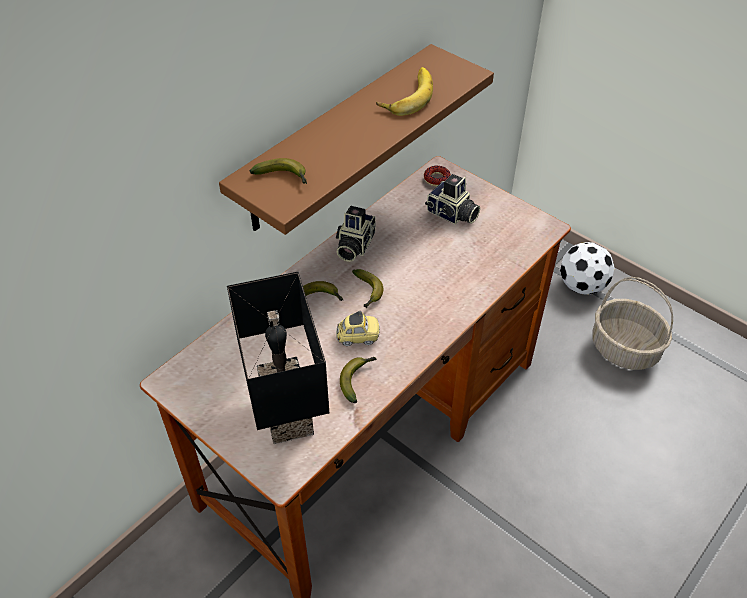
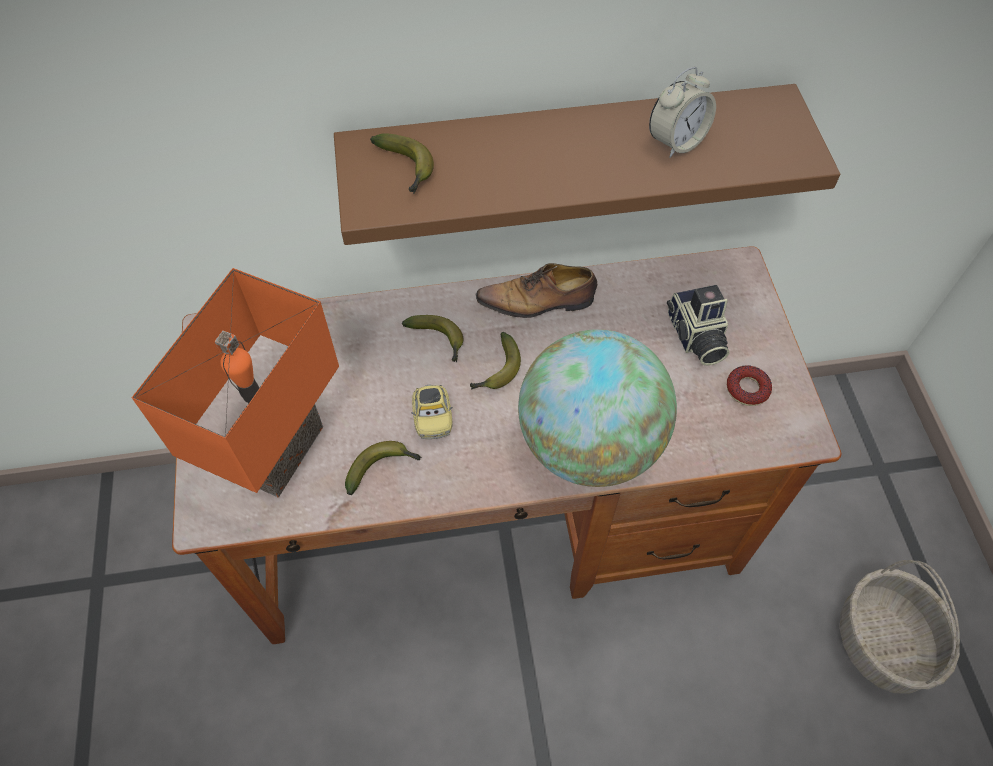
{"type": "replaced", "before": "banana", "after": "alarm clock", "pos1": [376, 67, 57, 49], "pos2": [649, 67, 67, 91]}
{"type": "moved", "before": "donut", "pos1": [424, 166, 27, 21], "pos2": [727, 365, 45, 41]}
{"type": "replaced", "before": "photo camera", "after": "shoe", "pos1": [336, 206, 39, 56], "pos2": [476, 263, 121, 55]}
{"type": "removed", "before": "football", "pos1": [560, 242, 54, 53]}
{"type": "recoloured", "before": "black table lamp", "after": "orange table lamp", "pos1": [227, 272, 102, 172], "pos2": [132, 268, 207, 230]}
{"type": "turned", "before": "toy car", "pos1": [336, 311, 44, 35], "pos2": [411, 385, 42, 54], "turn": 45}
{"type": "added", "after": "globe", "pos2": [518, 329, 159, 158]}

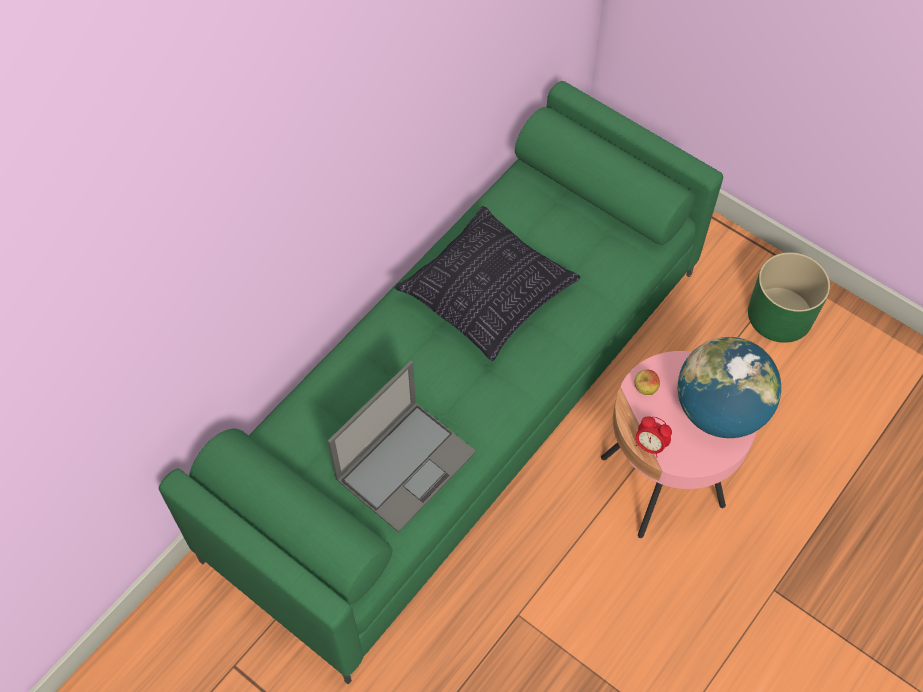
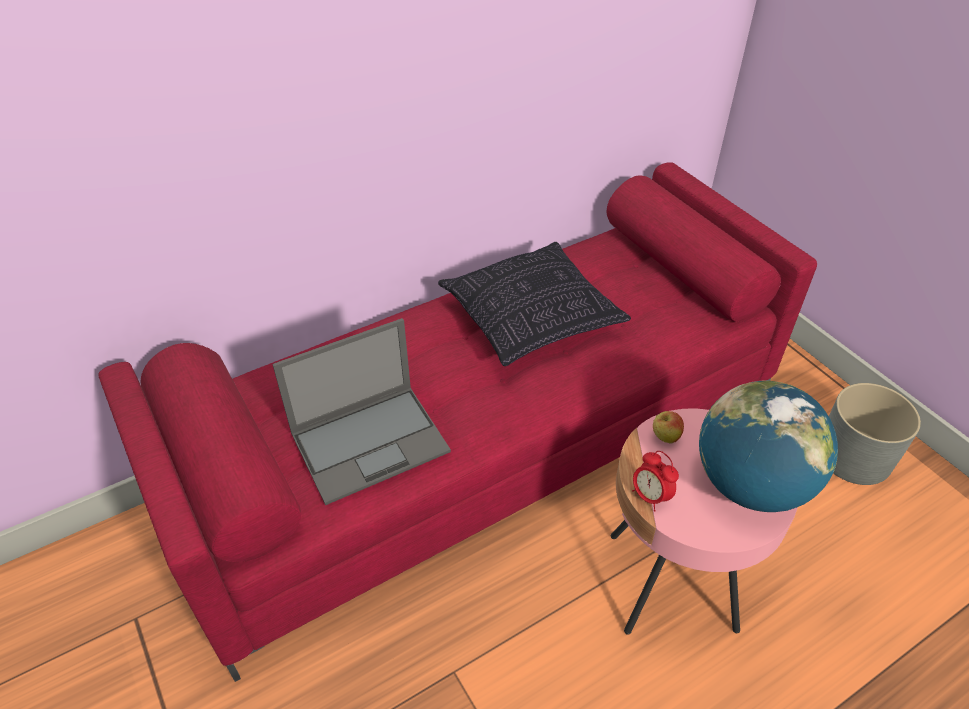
{"type": "recoloured", "before": "green sofa", "after": "red sofa", "pos1": [159, 81, 564, 604], "pos2": [98, 162, 719, 520]}
{"type": "recoloured", "before": "green planter", "after": "grey planter", "pos1": [748, 252, 82, 91], "pos2": [829, 383, 92, 102]}

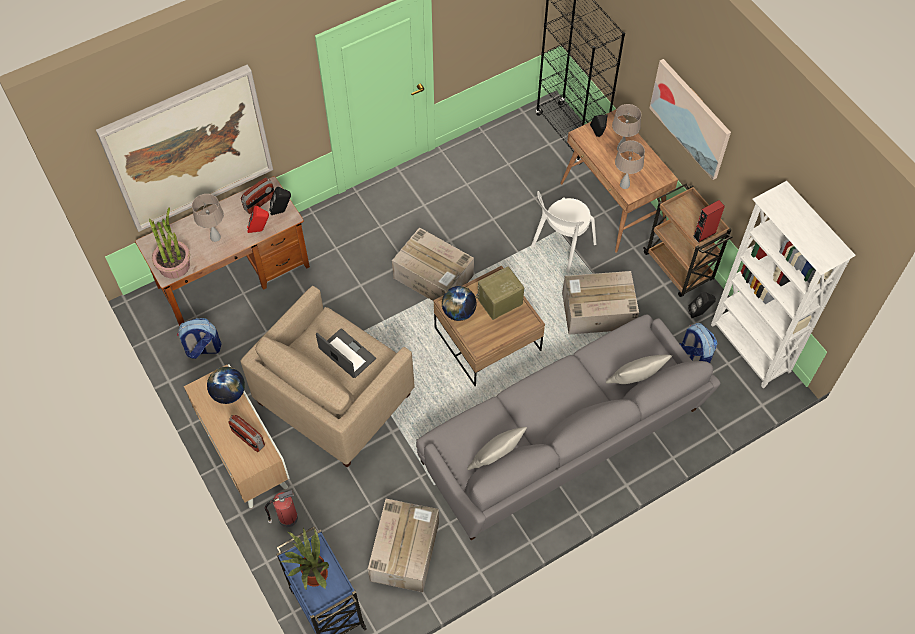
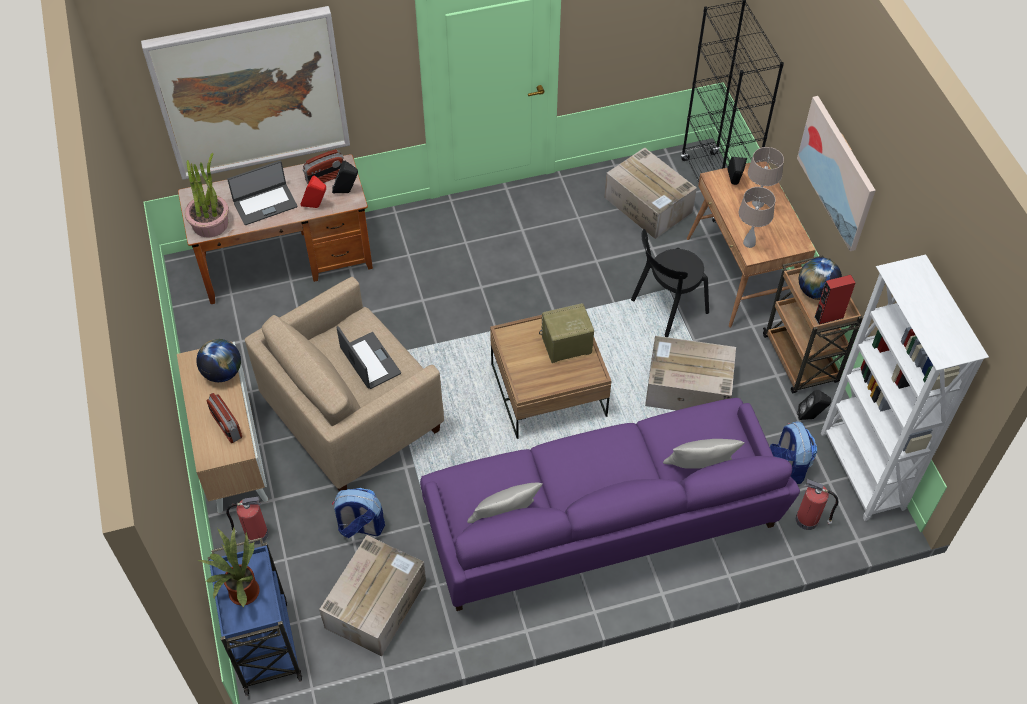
{"type": "recoloured", "before": "white chair", "after": "black chair", "pos1": [531, 191, 65, 82], "pos2": [631, 229, 78, 108]}
{"type": "replaced", "before": "beige table lamp", "after": "laptop", "pos1": [192, 194, 32, 48], "pos2": [227, 161, 71, 64]}
{"type": "moved", "before": "cardboard box", "pos1": [392, 227, 82, 74], "pos2": [604, 147, 93, 92]}
{"type": "moved", "before": "globe", "pos1": [442, 286, 35, 35], "pos2": [799, 257, 43, 43]}
{"type": "recoloured", "before": "grey sofa", "after": "purple sofa", "pos1": [416, 315, 305, 225], "pos2": [420, 398, 380, 213]}
{"type": "moved", "before": "backpack", "pos1": [177, 318, 45, 41], "pos2": [332, 488, 53, 50]}
{"type": "added", "after": "fire extinguisher", "pos2": [796, 479, 42, 51]}

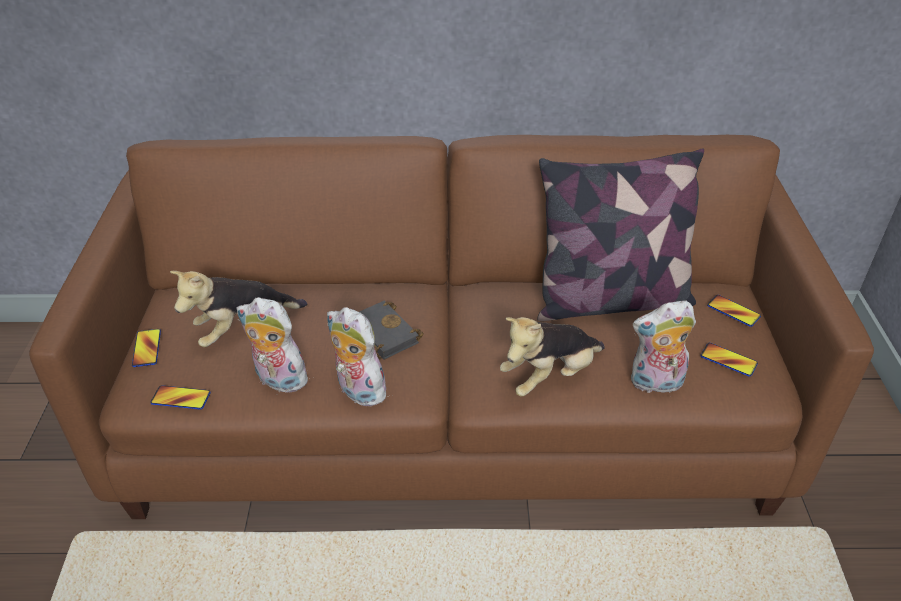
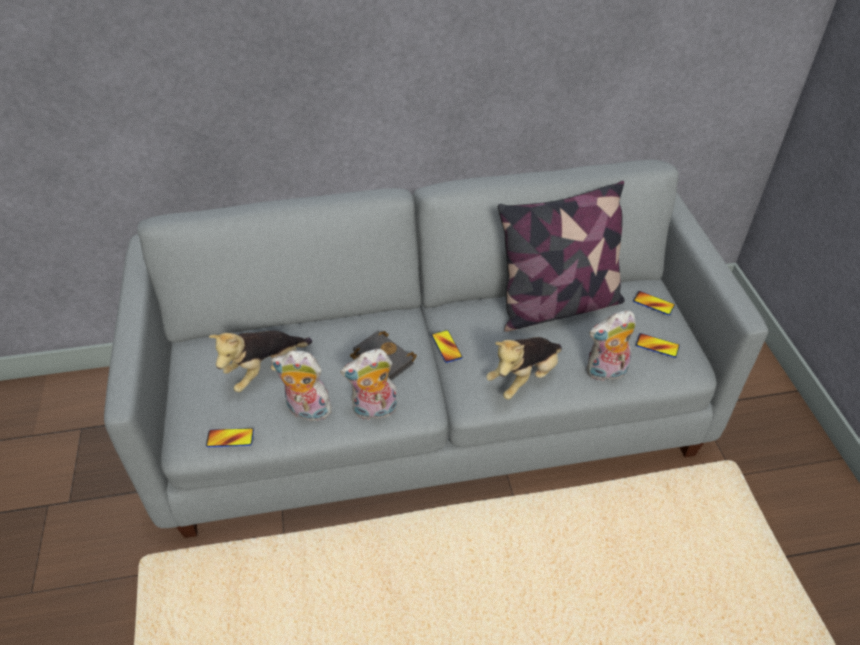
{"type": "recoloured", "before": "brown sofa", "after": "grey sofa", "pos1": [29, 135, 845, 384], "pos2": [104, 160, 664, 378]}
{"type": "turned", "before": "plush toy", "pos1": [327, 307, 65, 100], "pos2": [340, 349, 58, 71], "turn": -45}
{"type": "moved", "before": "phone", "pos1": [132, 329, 29, 38], "pos2": [432, 330, 30, 33]}

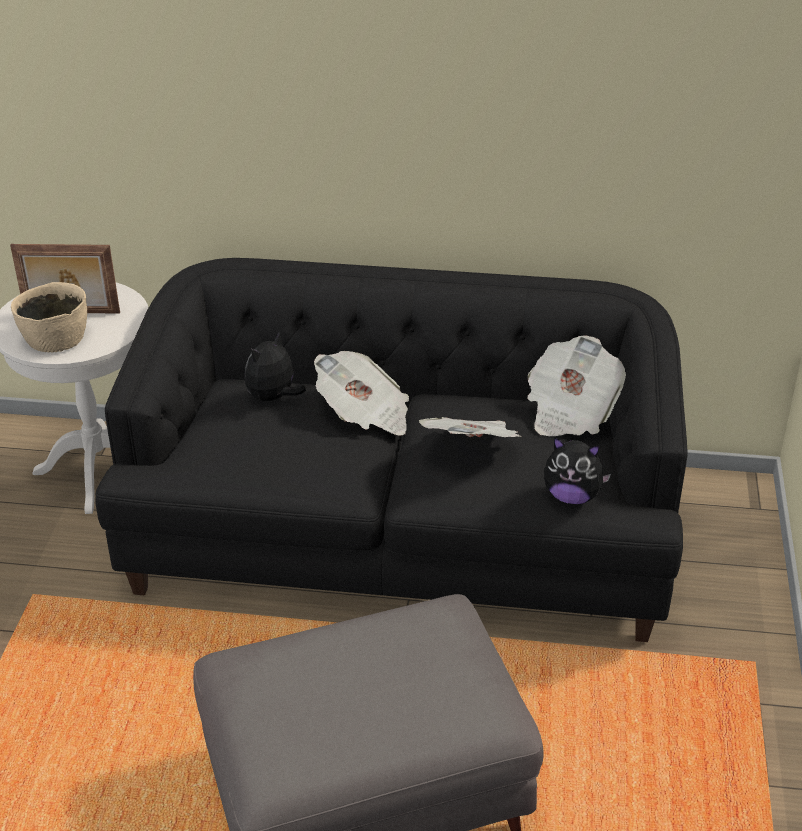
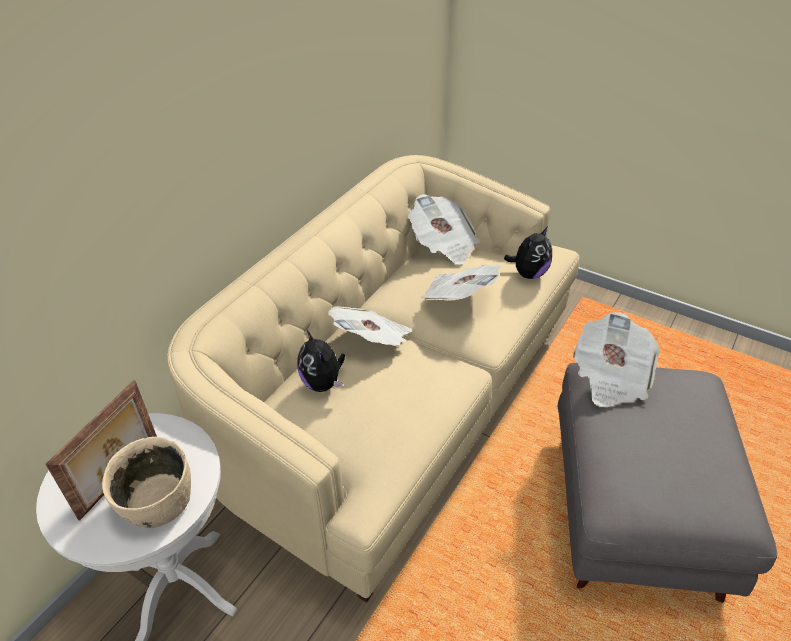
{"type": "recoloured", "before": "black sofa", "after": "beige sofa", "pos1": [95, 258, 593, 384], "pos2": [167, 155, 412, 448]}
{"type": "added", "after": "newspaper", "pos2": [573, 312, 87, 95]}

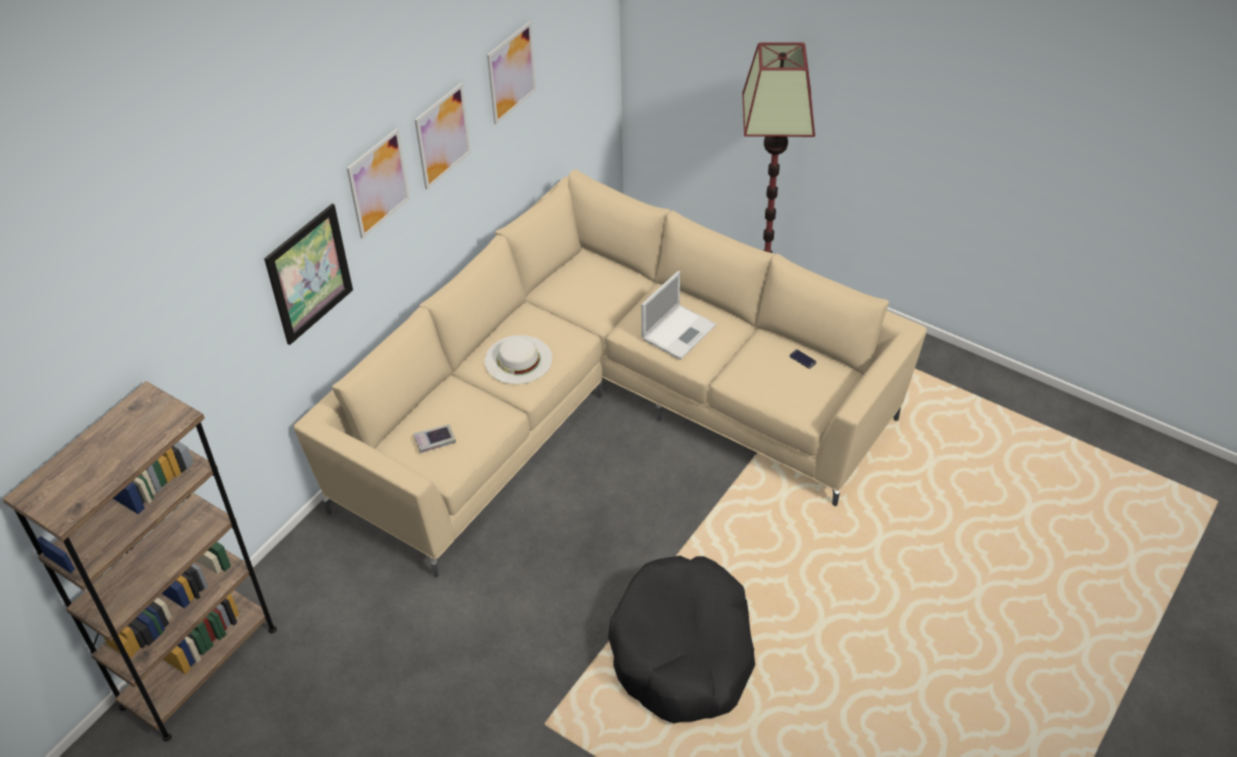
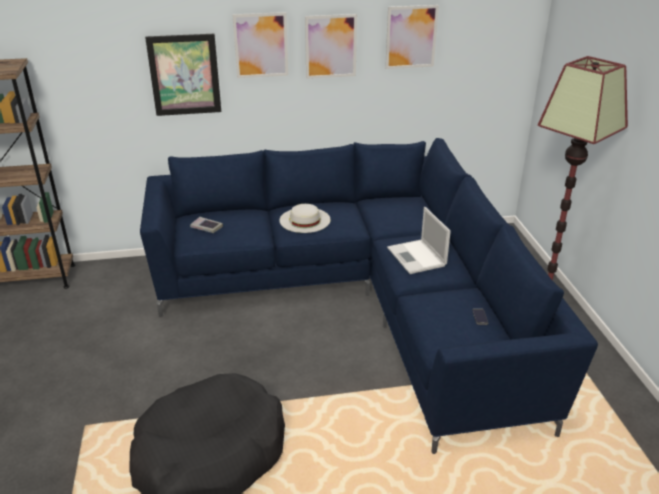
{"type": "recoloured", "before": "beige sofa", "after": "blue sofa", "pos1": [294, 170, 633, 407], "pos2": [140, 138, 458, 316]}
{"type": "turned", "before": "laptop", "pos1": [641, 271, 76, 89], "pos2": [387, 207, 64, 67], "turn": 75}

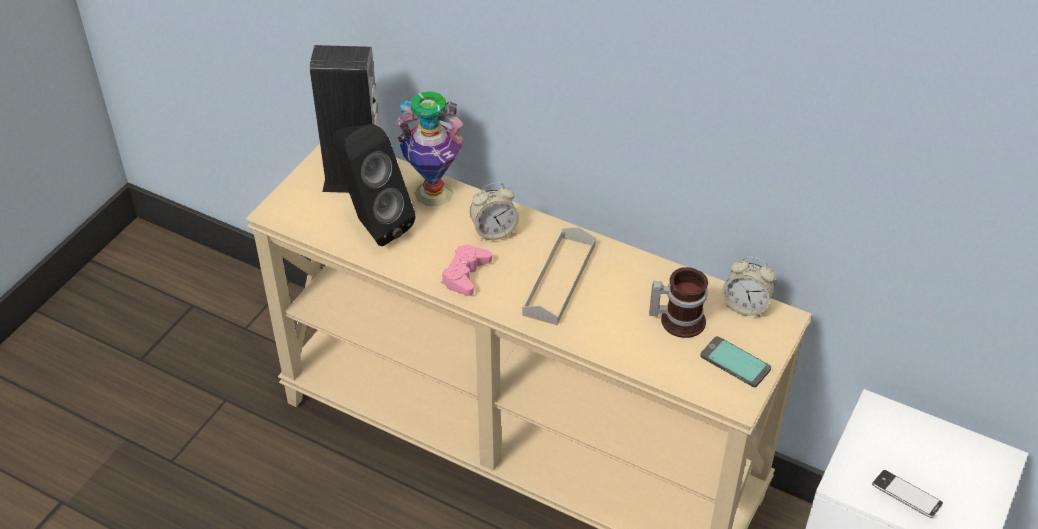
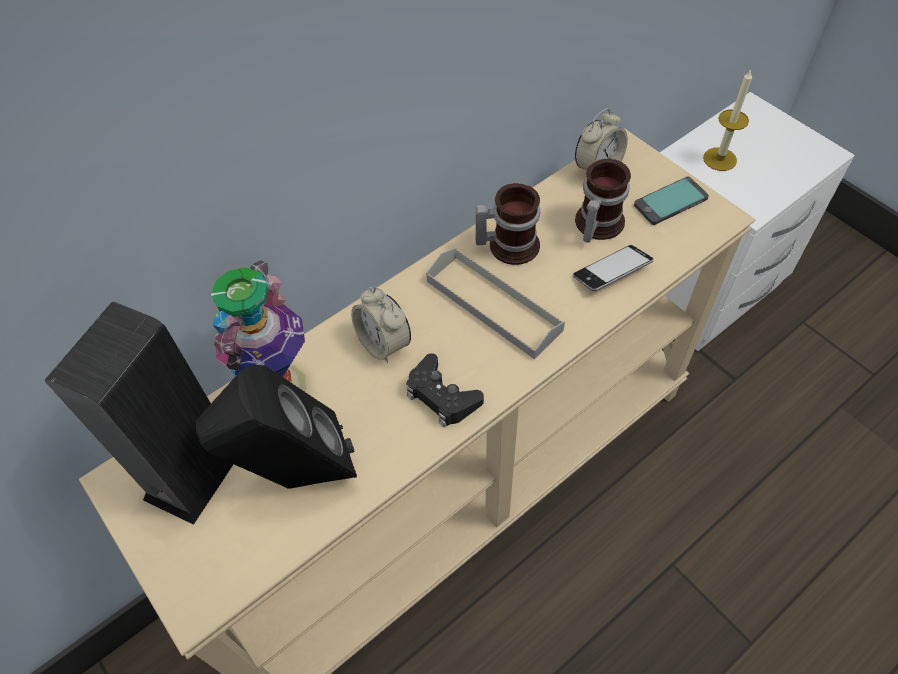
{"type": "turned", "before": "alarm clock", "pos1": [470, 183, 49, 58], "pos2": [351, 287, 60, 76], "turn": 135}
{"type": "recoloured", "before": "pink game controller", "after": "black game controller", "pos1": [442, 245, 50, 51], "pos2": [406, 353, 78, 74]}
{"type": "moved", "before": "phone", "pos1": [872, 470, 71, 48], "pos2": [573, 245, 80, 46]}
{"type": "added", "after": "candle", "pos2": [703, 70, 49, 101]}
{"type": "added", "after": "mug", "pos2": [475, 183, 65, 82]}

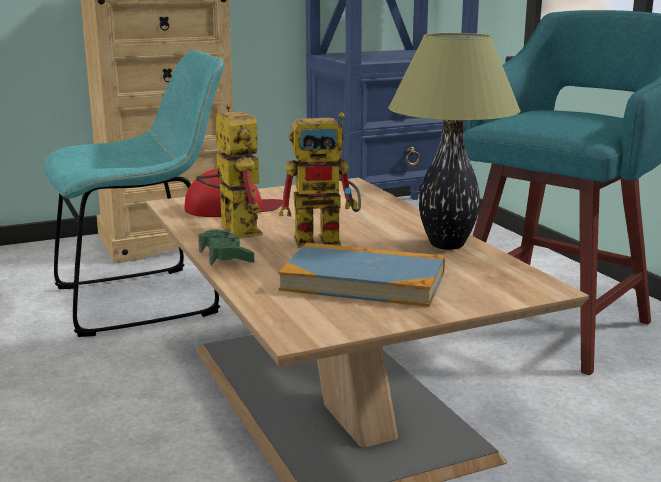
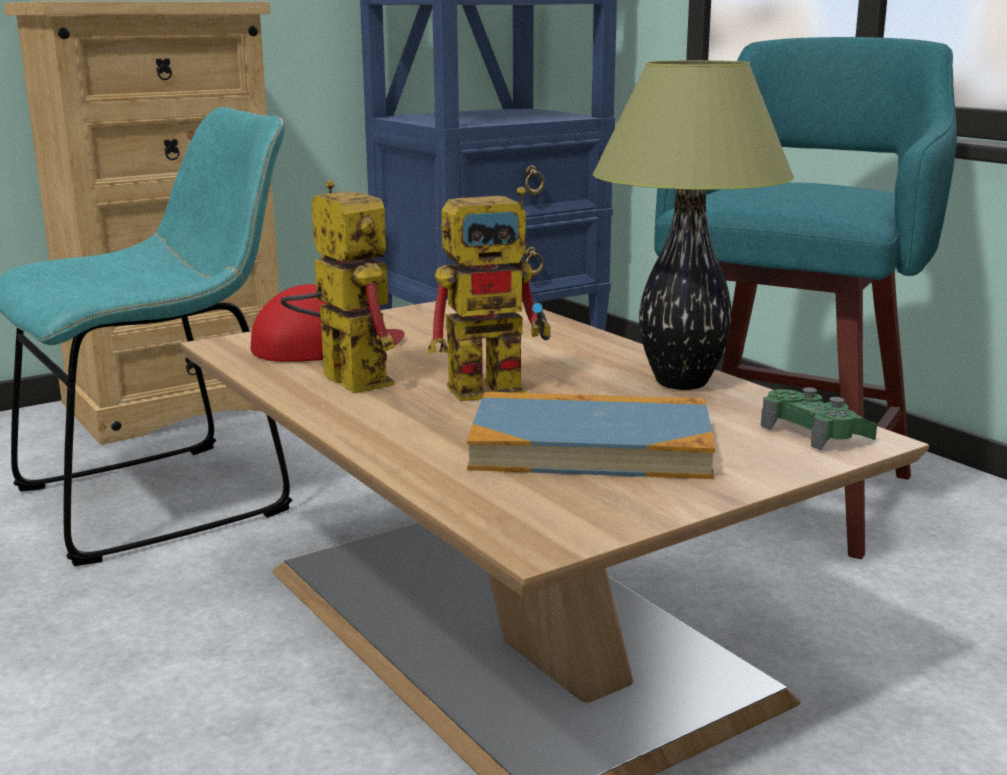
{"type": "moved", "before": "green game controller", "pos1": [199, 229, 55, 37], "pos2": [761, 387, 116, 63]}

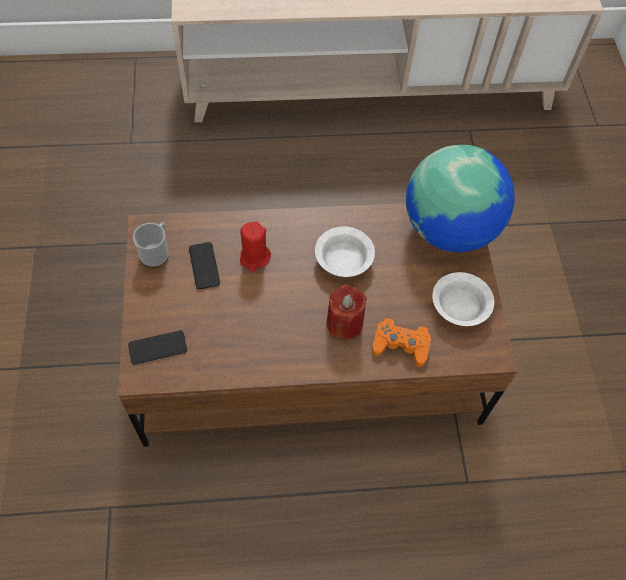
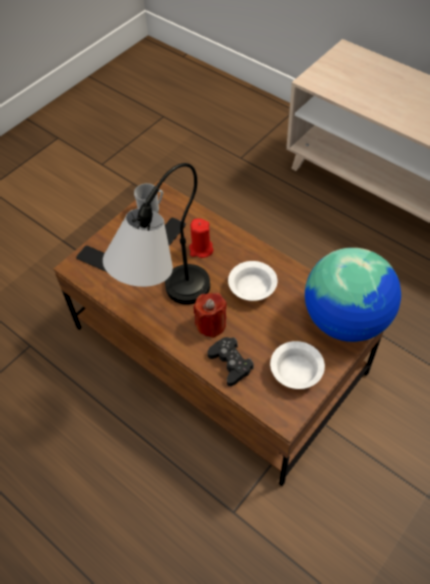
{"type": "recoloured", "before": "orange game controller", "after": "black game controller", "pos1": [372, 318, 59, 49], "pos2": [208, 337, 46, 49]}
{"type": "added", "after": "table lamp", "pos2": [103, 163, 107, 142]}

